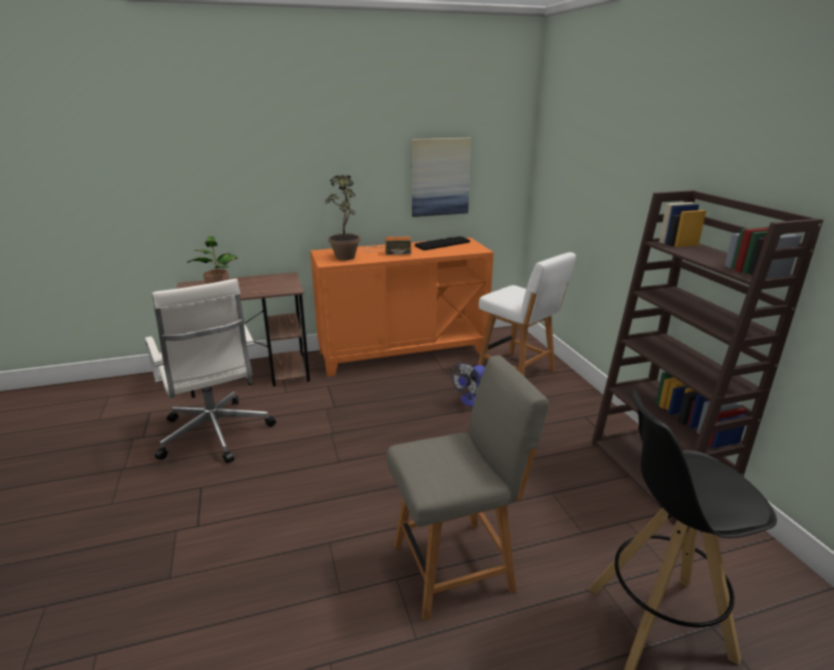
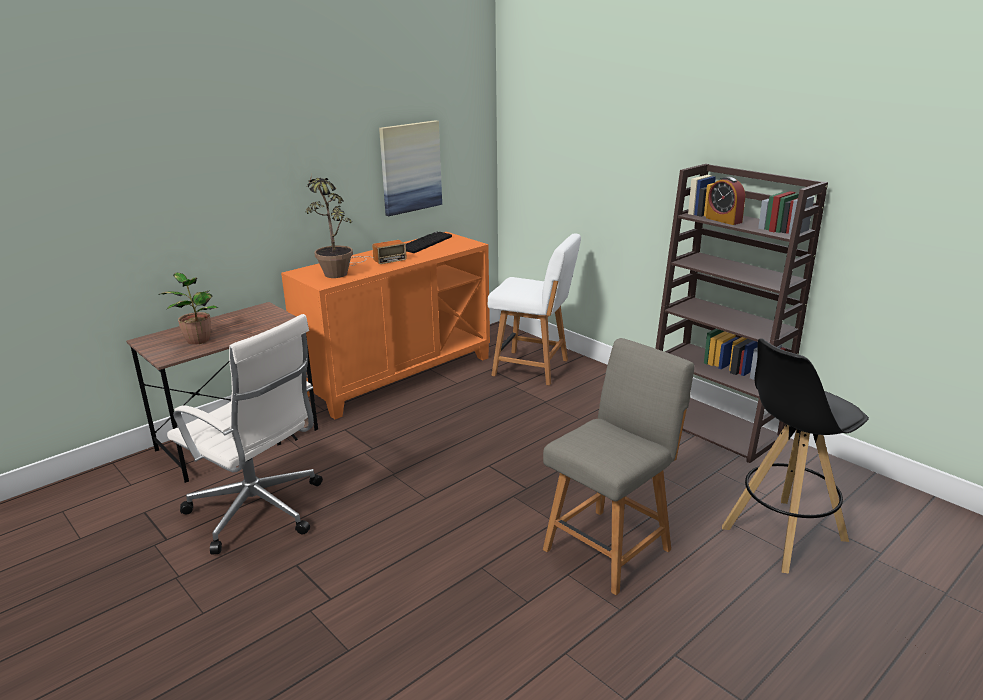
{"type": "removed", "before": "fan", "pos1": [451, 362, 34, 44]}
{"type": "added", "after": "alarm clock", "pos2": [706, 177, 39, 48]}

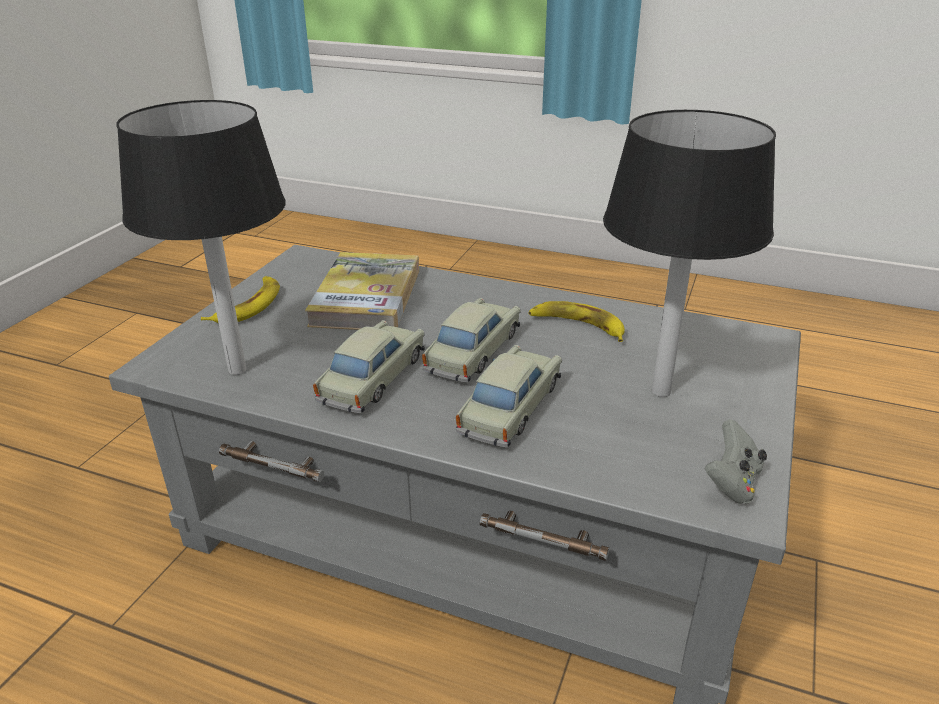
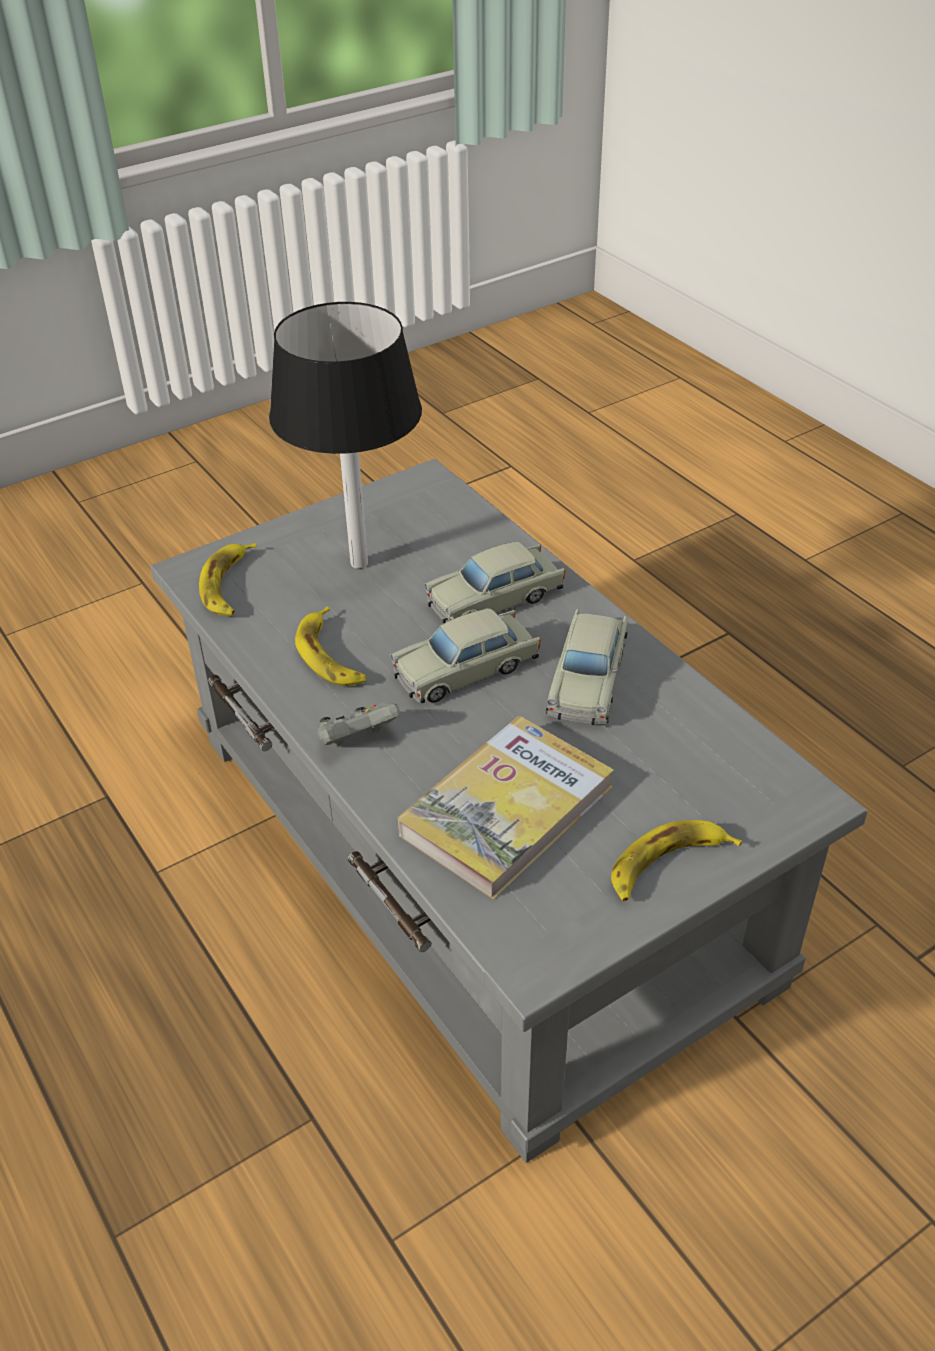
{"type": "removed", "before": "black table lamp", "pos1": [116, 100, 170, 275]}
{"type": "turned", "before": "beige toy car", "pos1": [313, 320, 112, 93], "pos2": [546, 609, 81, 116], "turn": -45}
{"type": "moved", "before": "grey game controller", "pos1": [705, 419, 62, 85], "pos2": [318, 703, 82, 44]}
{"type": "added", "after": "banana", "pos2": [199, 543, 57, 73]}

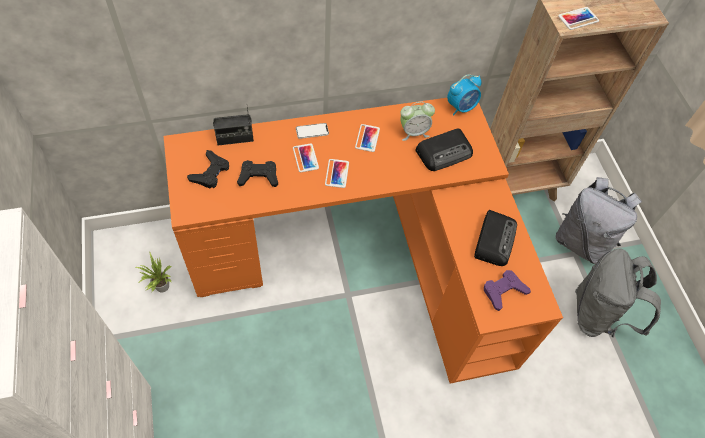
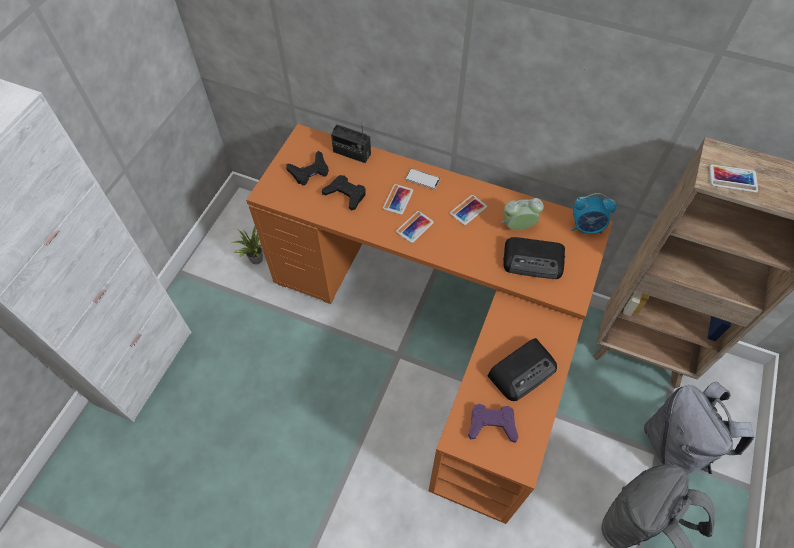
{"type": "turned", "before": "alarm clock", "pos1": [400, 102, 35, 39], "pos2": [501, 198, 43, 32], "turn": 150}

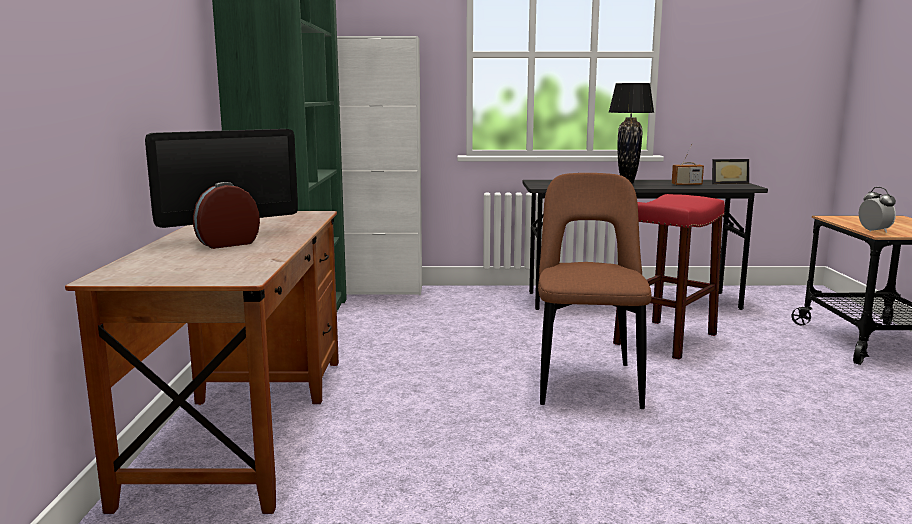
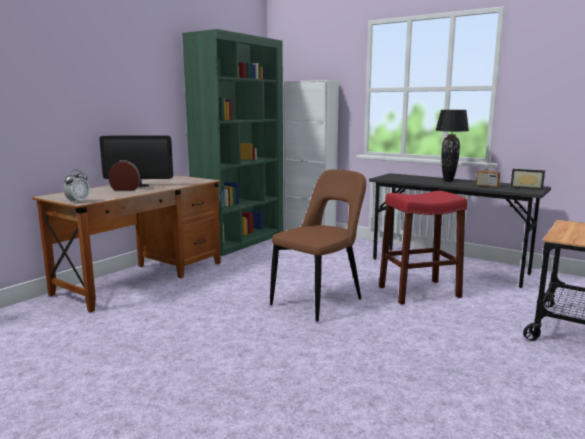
{"type": "moved", "before": "alarm clock", "pos1": [859, 187, 37, 46], "pos2": [63, 170, 27, 34]}

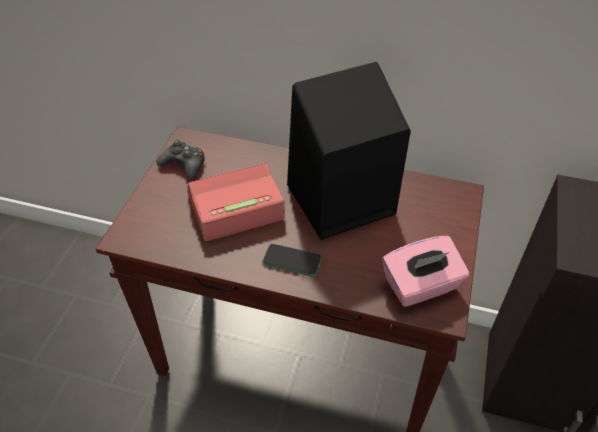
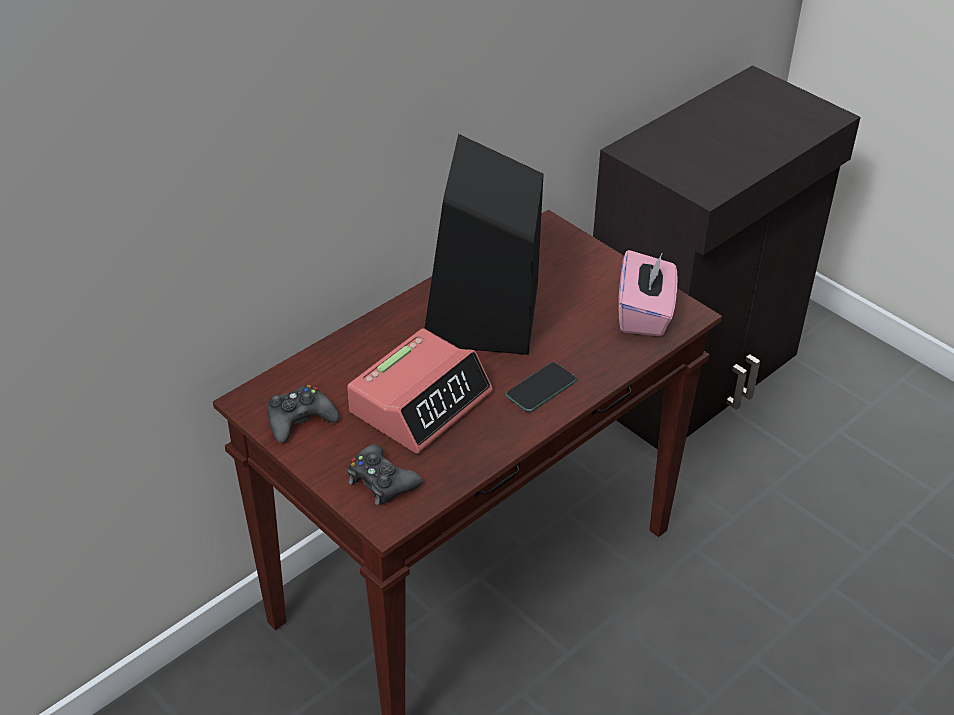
{"type": "turned", "before": "alarm clock", "pos1": [187, 163, 98, 78], "pos2": [347, 328, 146, 126], "turn": -150}
{"type": "added", "after": "black game controller", "pos2": [348, 444, 75, 61]}

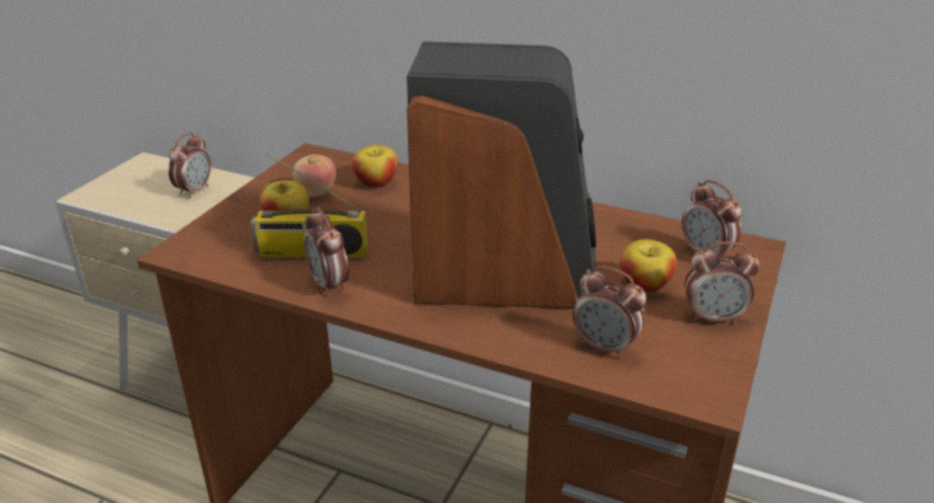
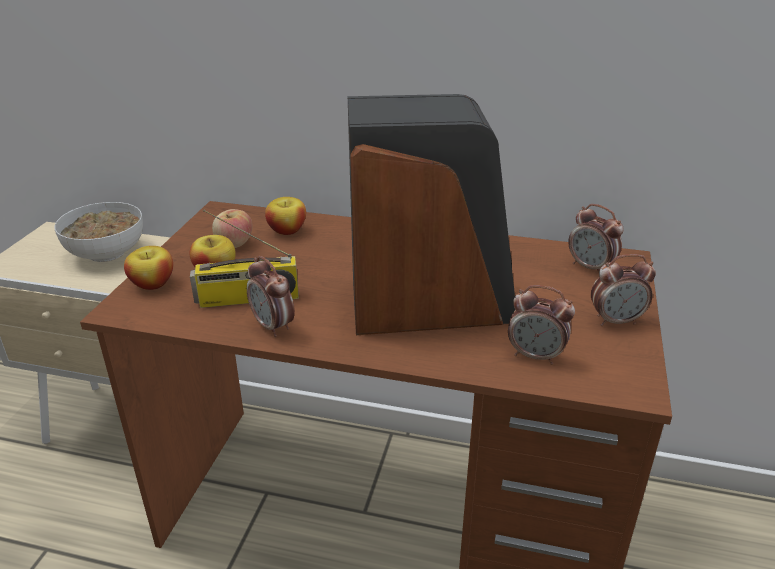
{"type": "replaced", "before": "alarm clock", "after": "bowl", "pos1": [168, 132, 43, 66], "pos2": [54, 202, 89, 60]}
{"type": "moved", "before": "apple", "pos1": [620, 239, 57, 53], "pos2": [124, 246, 49, 44]}

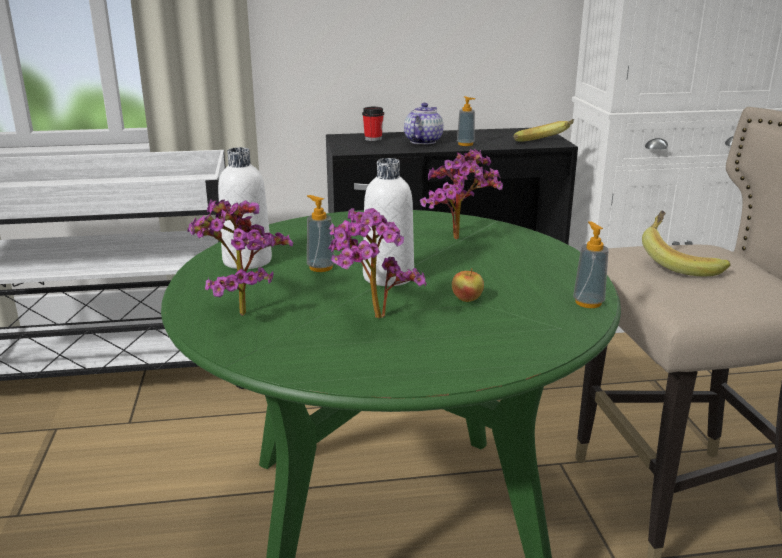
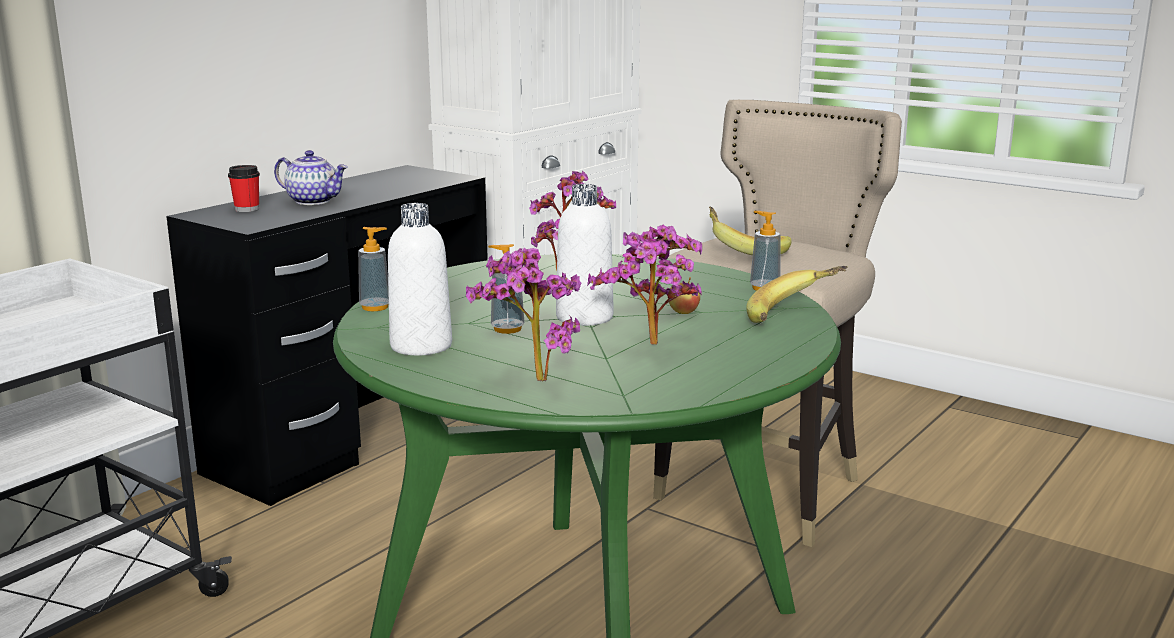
{"type": "moved", "before": "soap dispenser", "pos1": [457, 96, 18, 50], "pos2": [358, 227, 31, 84]}
{"type": "turned", "before": "teapot", "pos1": [404, 103, 39, 42], "pos2": [274, 150, 74, 55], "turn": 135}
{"type": "moved", "before": "banana", "pos1": [514, 119, 60, 23], "pos2": [747, 266, 100, 57]}

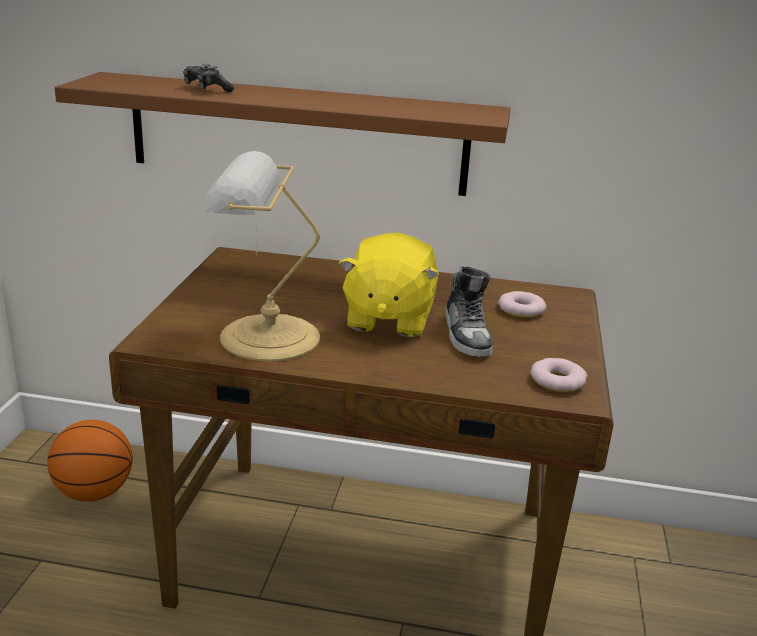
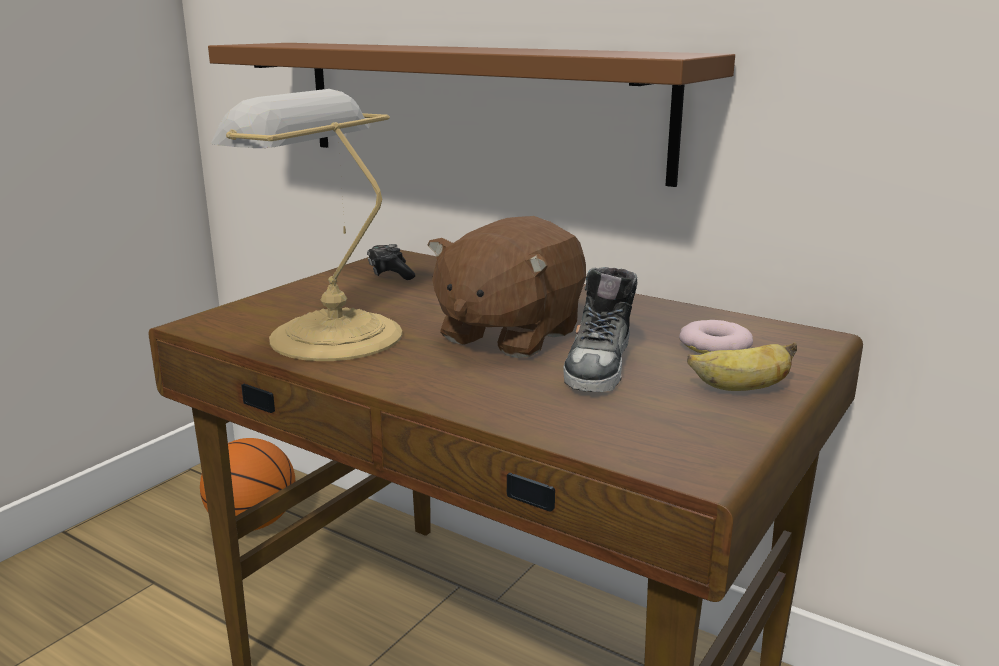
{"type": "moved", "before": "game controller", "pos1": [183, 64, 51, 28], "pos2": [367, 244, 48, 36]}
{"type": "recoloured", "before": "yellow plush toy", "after": "brown plush toy", "pos1": [338, 233, 101, 104], "pos2": [428, 216, 158, 142]}
{"type": "removed", "before": "donut", "pos1": [530, 358, 57, 34]}
{"type": "added", "after": "banana", "pos2": [687, 342, 110, 49]}

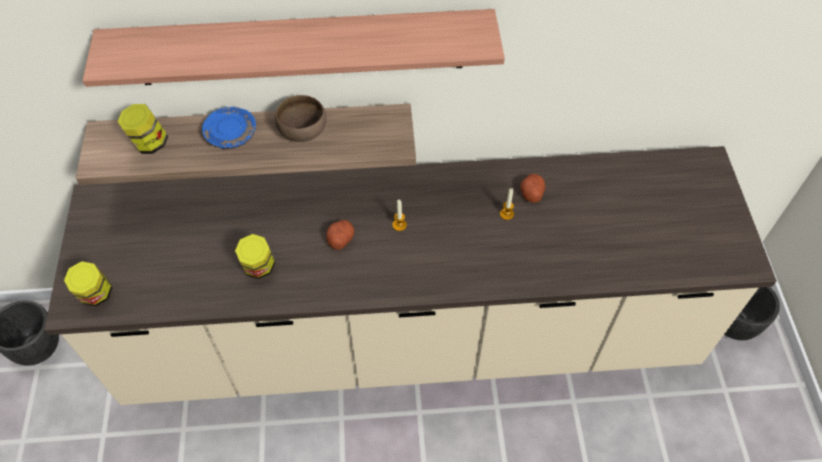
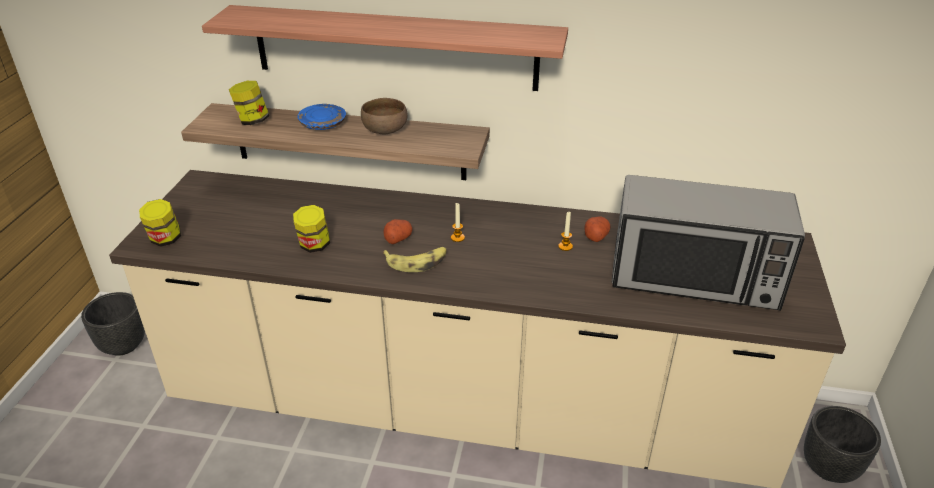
{"type": "added", "after": "microwave", "pos2": [612, 175, 193, 136]}
{"type": "added", "after": "banana", "pos2": [383, 247, 64, 25]}

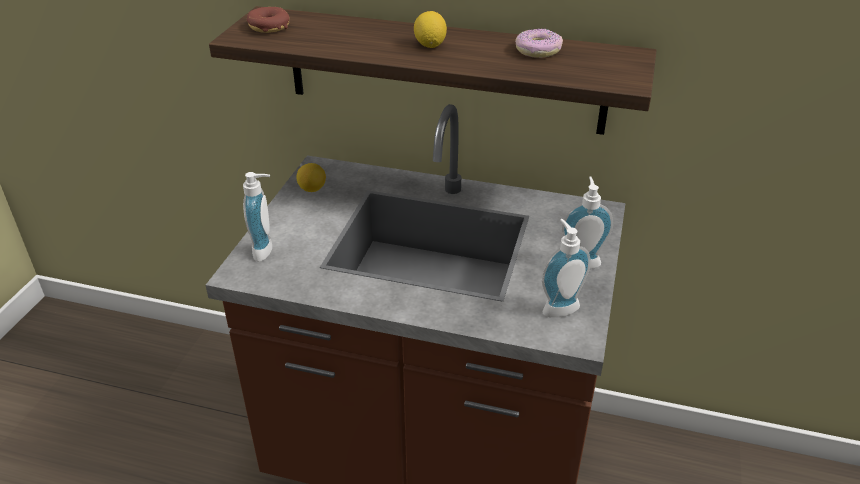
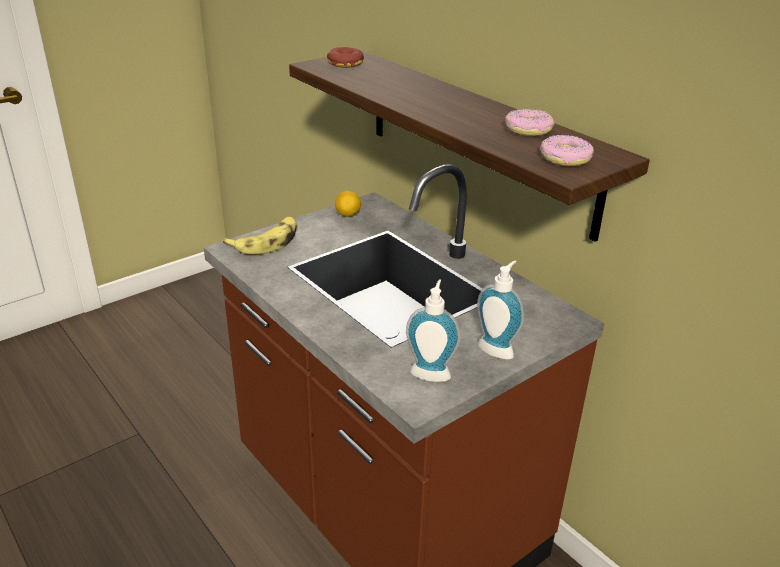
{"type": "removed", "before": "lemon", "pos1": [414, 11, 33, 37]}
{"type": "replaced", "before": "soap dispenser", "after": "banana", "pos1": [243, 172, 29, 90], "pos2": [223, 217, 74, 37]}
{"type": "added", "after": "donut", "pos2": [540, 135, 54, 31]}

